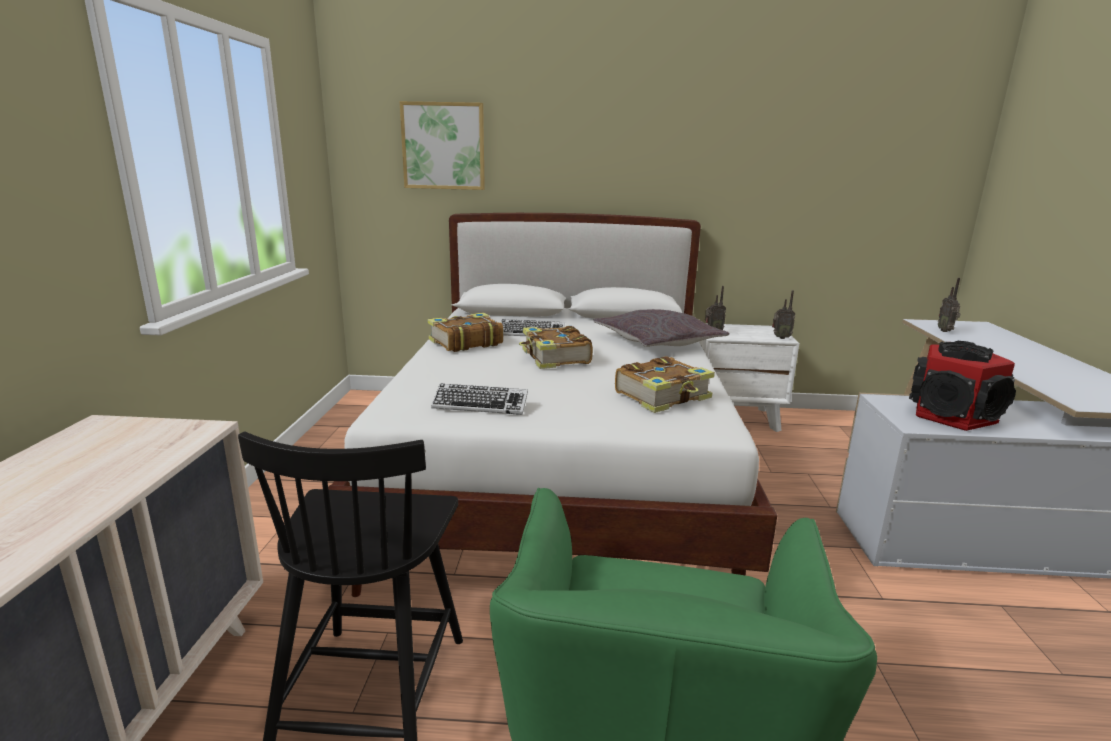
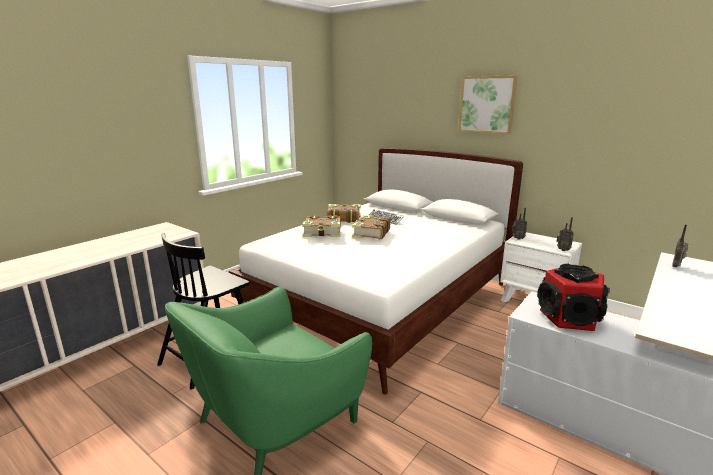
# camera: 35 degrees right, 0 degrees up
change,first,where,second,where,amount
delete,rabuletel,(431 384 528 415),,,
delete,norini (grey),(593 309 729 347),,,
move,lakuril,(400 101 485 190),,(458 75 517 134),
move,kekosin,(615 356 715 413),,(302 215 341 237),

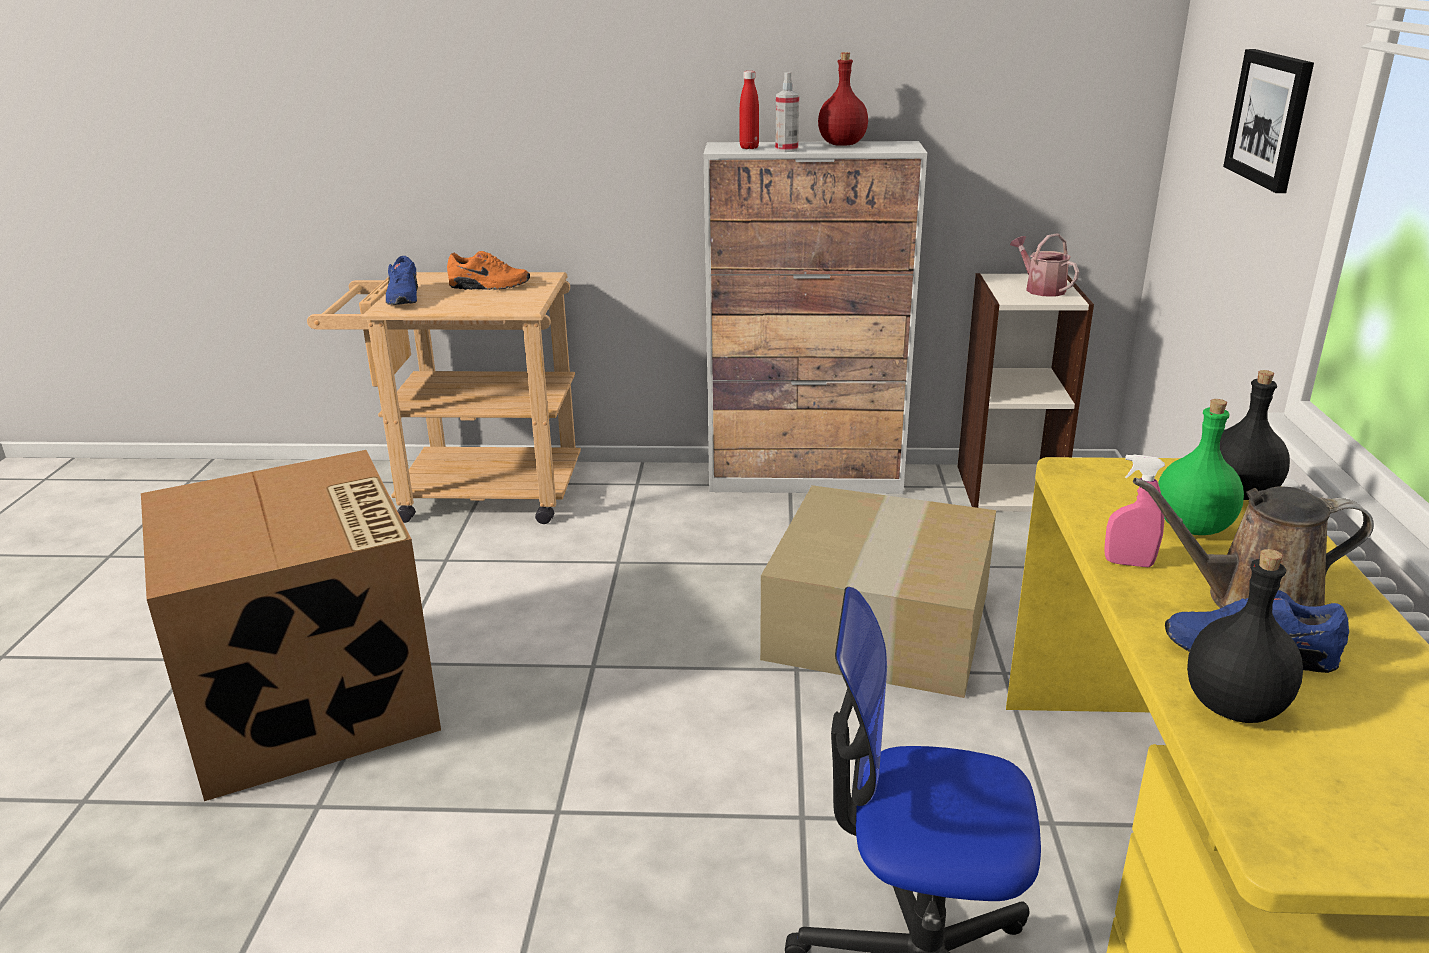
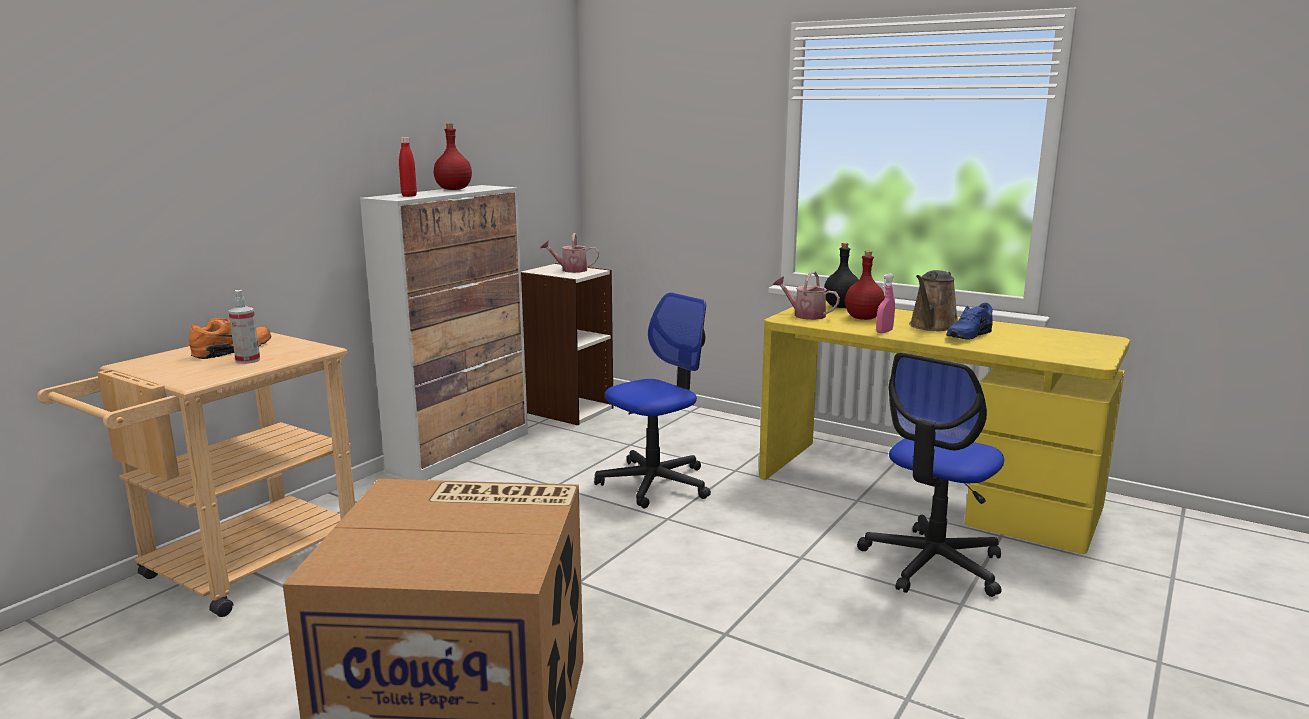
# camera: 60 degrees left, 10 degrees down
change,first,where,second,where,amount
delete,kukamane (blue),(386 256 418 305),,,
delete,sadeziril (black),(1187 549 1303 723),,,
delete,lakuril,(1223 49 1314 193),,,
insert,,,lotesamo,(773 271 840 320),
move,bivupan,(775 72 799 152),,(229 290 260 364),
replace,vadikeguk,(760 485 996 698),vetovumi,(594 292 711 508),
recolor,sadeziril (green),(1158 399 1244 535),sadeziril (red),(845 251 885 320),

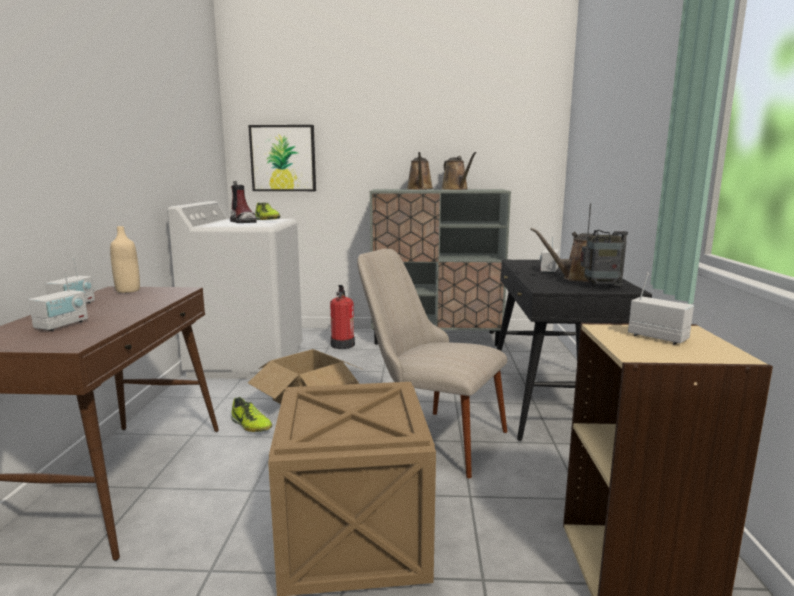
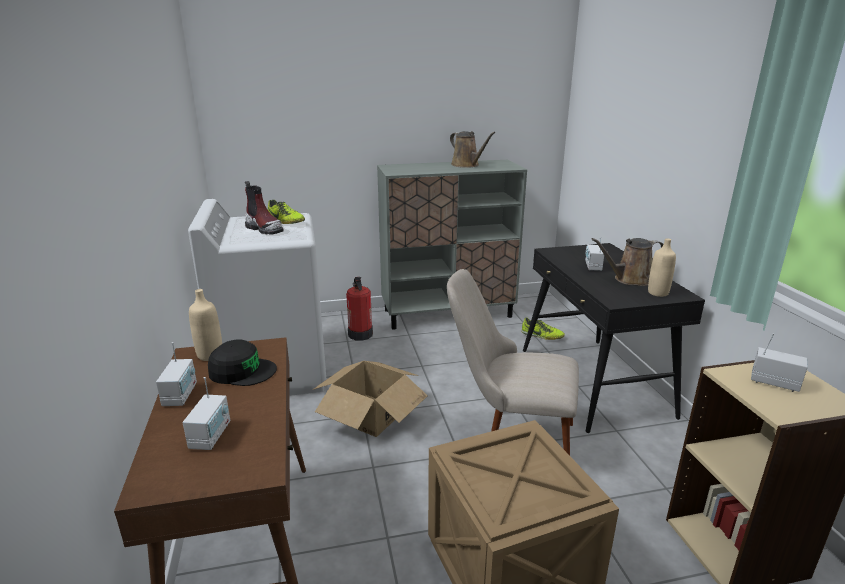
# camera: 15 degrees left, 10 degrees up
change,first,where,second,where,amount
delete,lakuril,(248 125 316 191),,,
delete,lotesamo (brown),(407 152 433 190),,,
insert,,,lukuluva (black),(208 339 277 386),
move,kukamane,(231 397 272 432),,(521 317 565 340),
replace,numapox,(580 203 628 287),sadeziril (beige),(648 238 676 297),

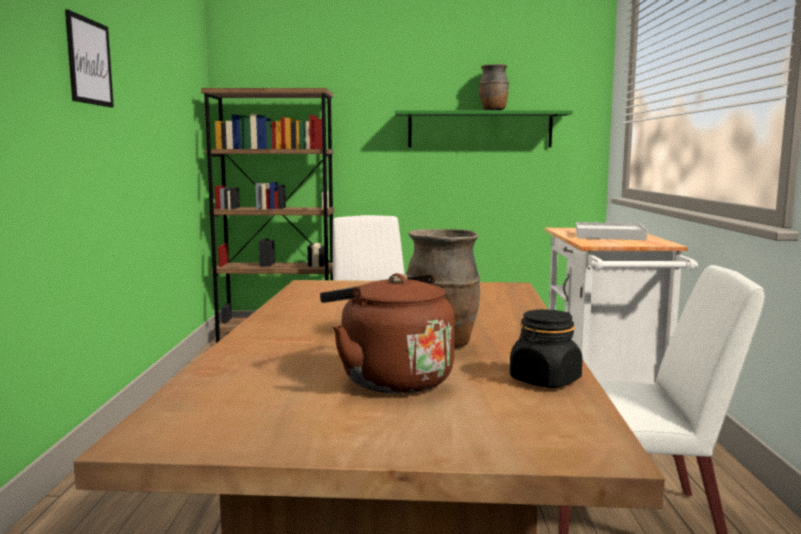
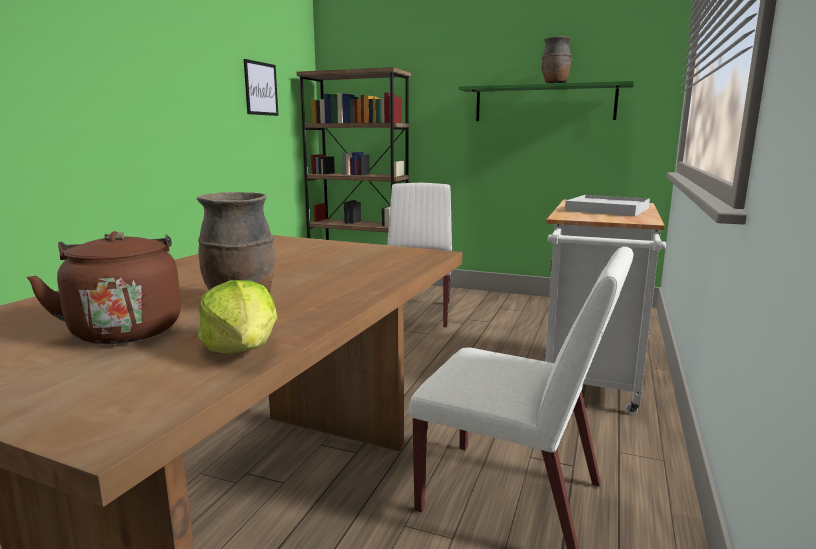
# camera: 20 degrees right, 5 degrees up
change,first,where,second,where,amount
move,lakuril,(65 10 114 107),,(244 59 278 116),
replace,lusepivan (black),(510 309 583 388),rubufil,(198 280 278 354),

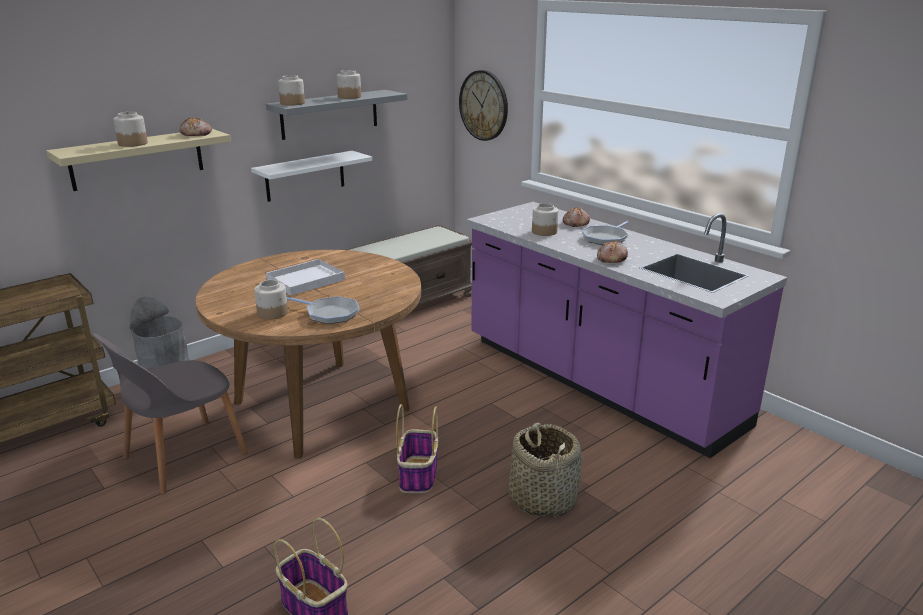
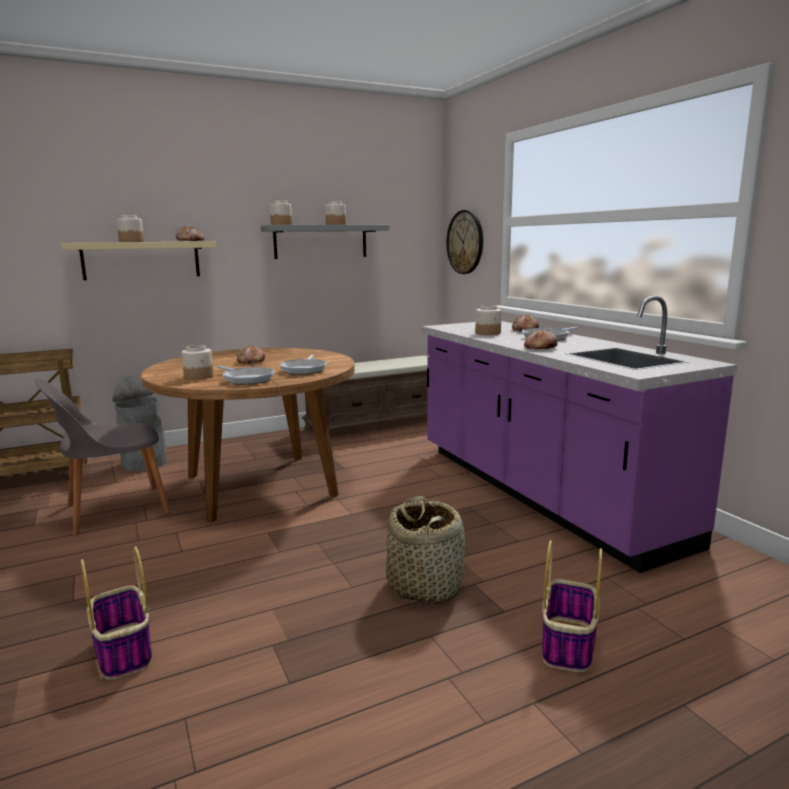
# camera: 15 degrees right, 10 degrees down
change,first,where,second,where,amount
delete,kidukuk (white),(251 151 373 202),,,
insert,,,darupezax,(279 354 327 375),
move,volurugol,(396 404 439 493),,(542 540 602 672),
replace,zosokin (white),(265 259 345 296),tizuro,(237 345 265 364),

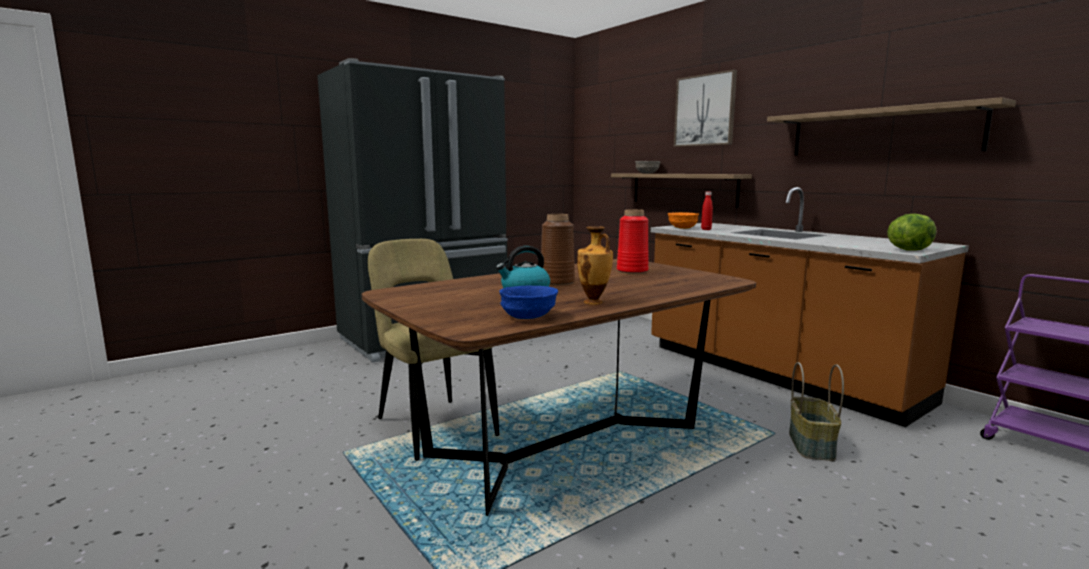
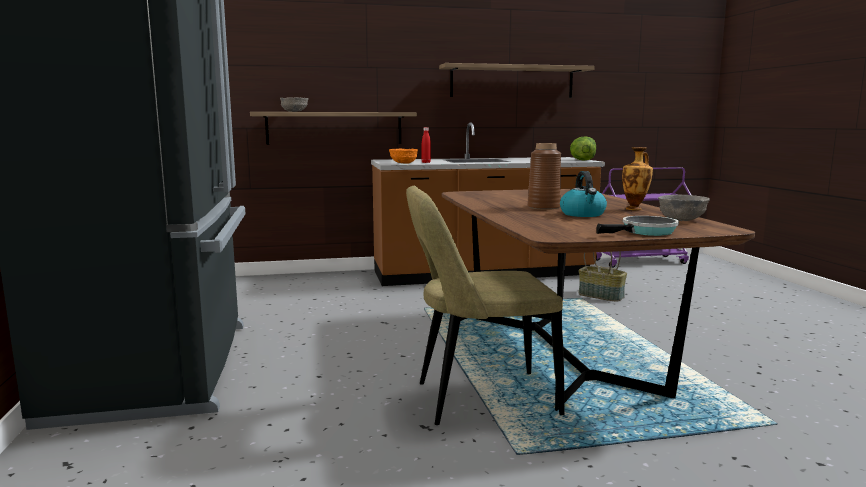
# camera: 65 degrees left, 0 degrees up
change,first,where,second,where,amount
delete,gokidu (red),(617 209 648 273),,,
delete,lakuril,(674 70 737 147),,,
insert,,,darupezax,(597 216 679 236),
recolor,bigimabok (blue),(499 286 558 319),bigimabok (grey),(658 195 710 221),

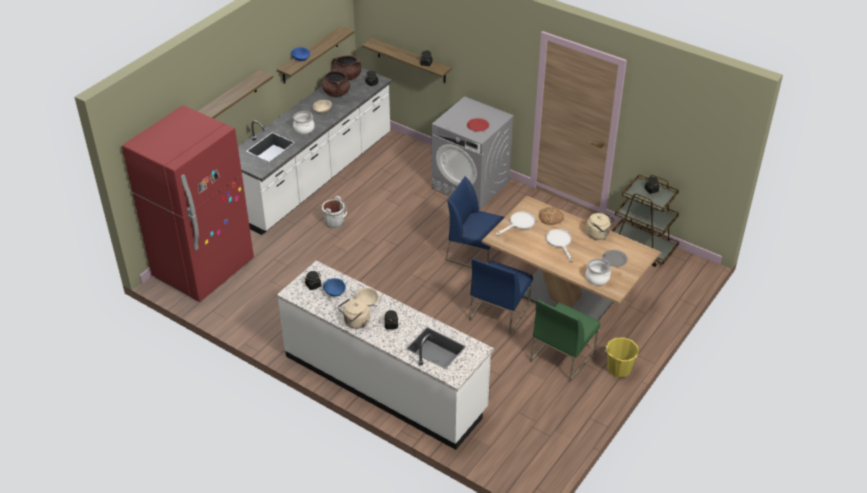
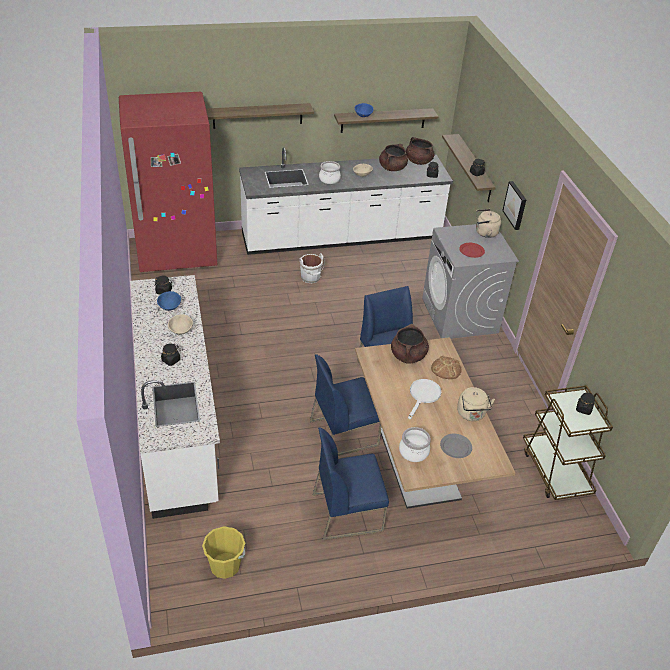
# camera: 40 degrees right, 0 degrees up
change,first,where,second,where,amount
insert,,,lakuril,(502 181 526 230),
move,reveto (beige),(338 298 370 329),,(476 209 501 238),
move,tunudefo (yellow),(605 337 639 378),,(202 526 245 579),
replace,darupezax (white),(496 211 535 235),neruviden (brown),(391 324 429 363),
recolor,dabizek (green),(530 300 600 382),dabizek (blue),(313 427 389 540),

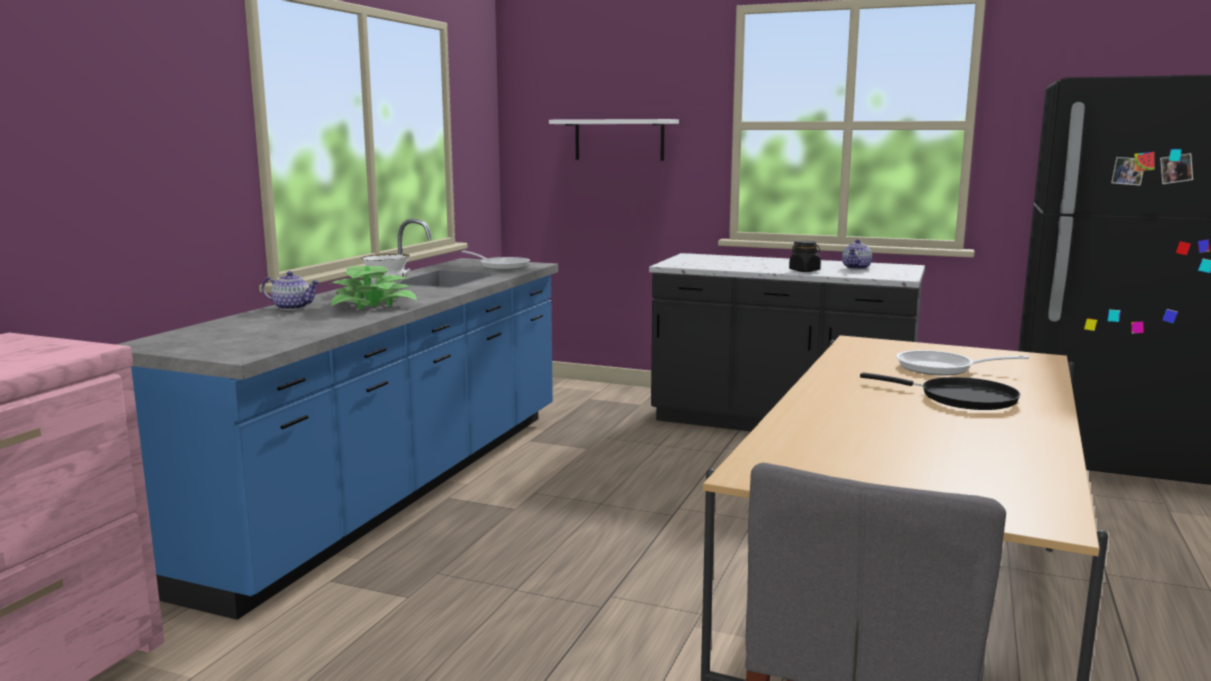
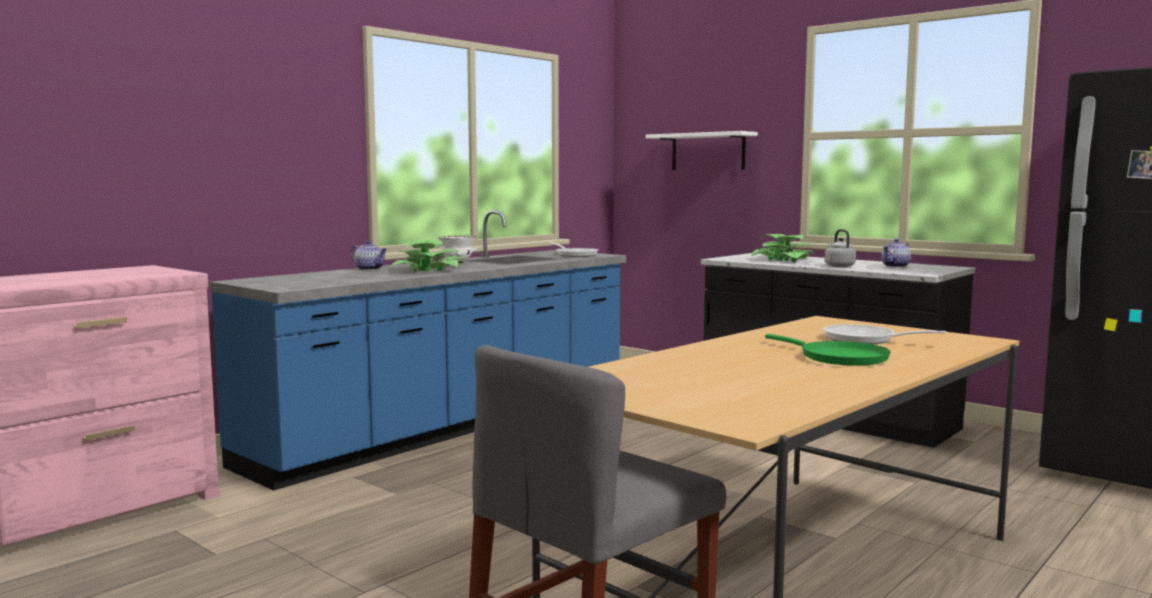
# camera: 20 degrees right, 5 degrees down
change,first,where,second,where,amount
insert,,,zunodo,(751 234 814 262),
replace,lusepivan (black),(789 241 821 272),reveto (grey),(824 229 856 267),
recolor,darupezax (black),(860 373 1020 410),darupezax (green),(765 334 891 366),

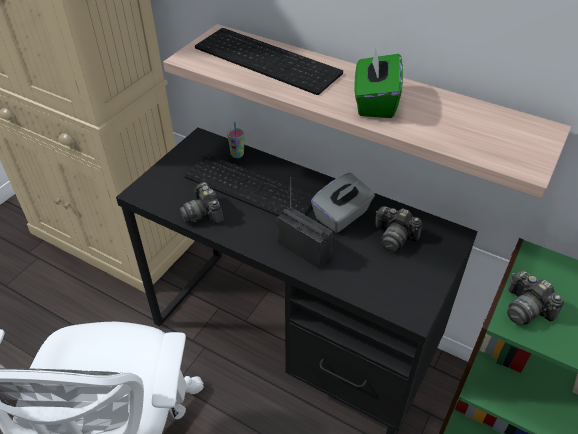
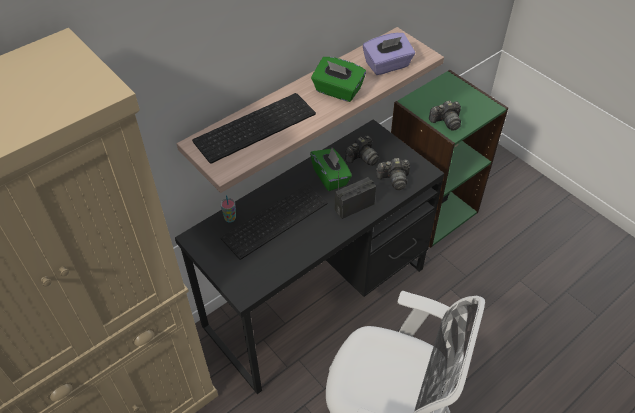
# camera: 70 degrees left, 5 degrees up
change,first,where,second,where,amount
insert,,,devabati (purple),(363 33 415 75),
move,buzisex,(179 182 224 224),,(376 158 410 190),
recolor,devabati (grey),(311 173 375 233),devabati (green),(310 148 352 191),

